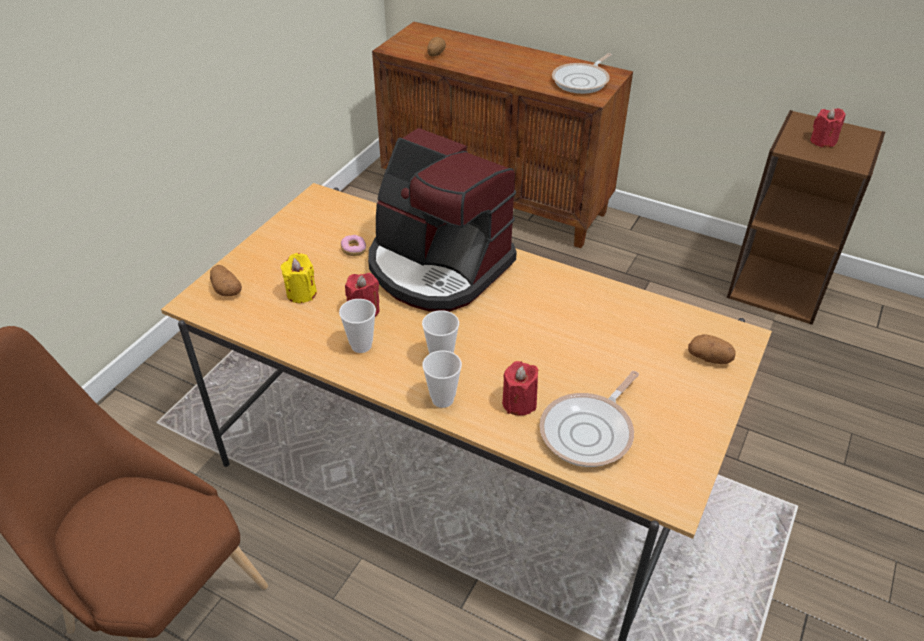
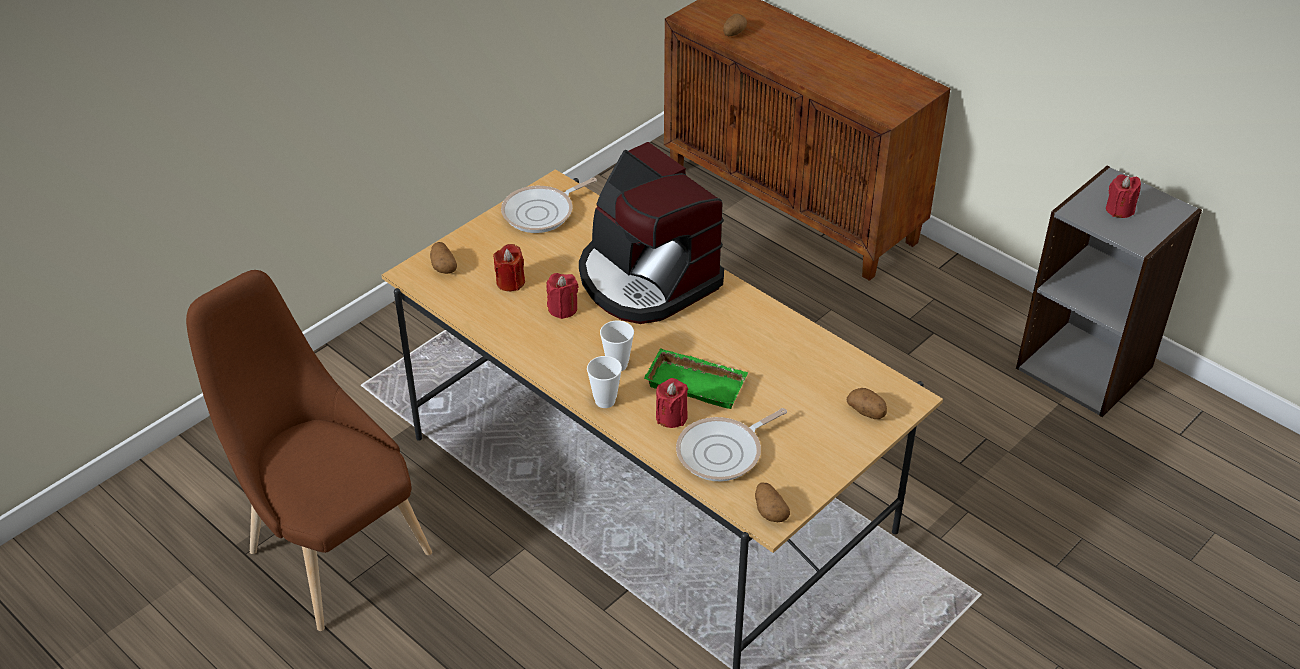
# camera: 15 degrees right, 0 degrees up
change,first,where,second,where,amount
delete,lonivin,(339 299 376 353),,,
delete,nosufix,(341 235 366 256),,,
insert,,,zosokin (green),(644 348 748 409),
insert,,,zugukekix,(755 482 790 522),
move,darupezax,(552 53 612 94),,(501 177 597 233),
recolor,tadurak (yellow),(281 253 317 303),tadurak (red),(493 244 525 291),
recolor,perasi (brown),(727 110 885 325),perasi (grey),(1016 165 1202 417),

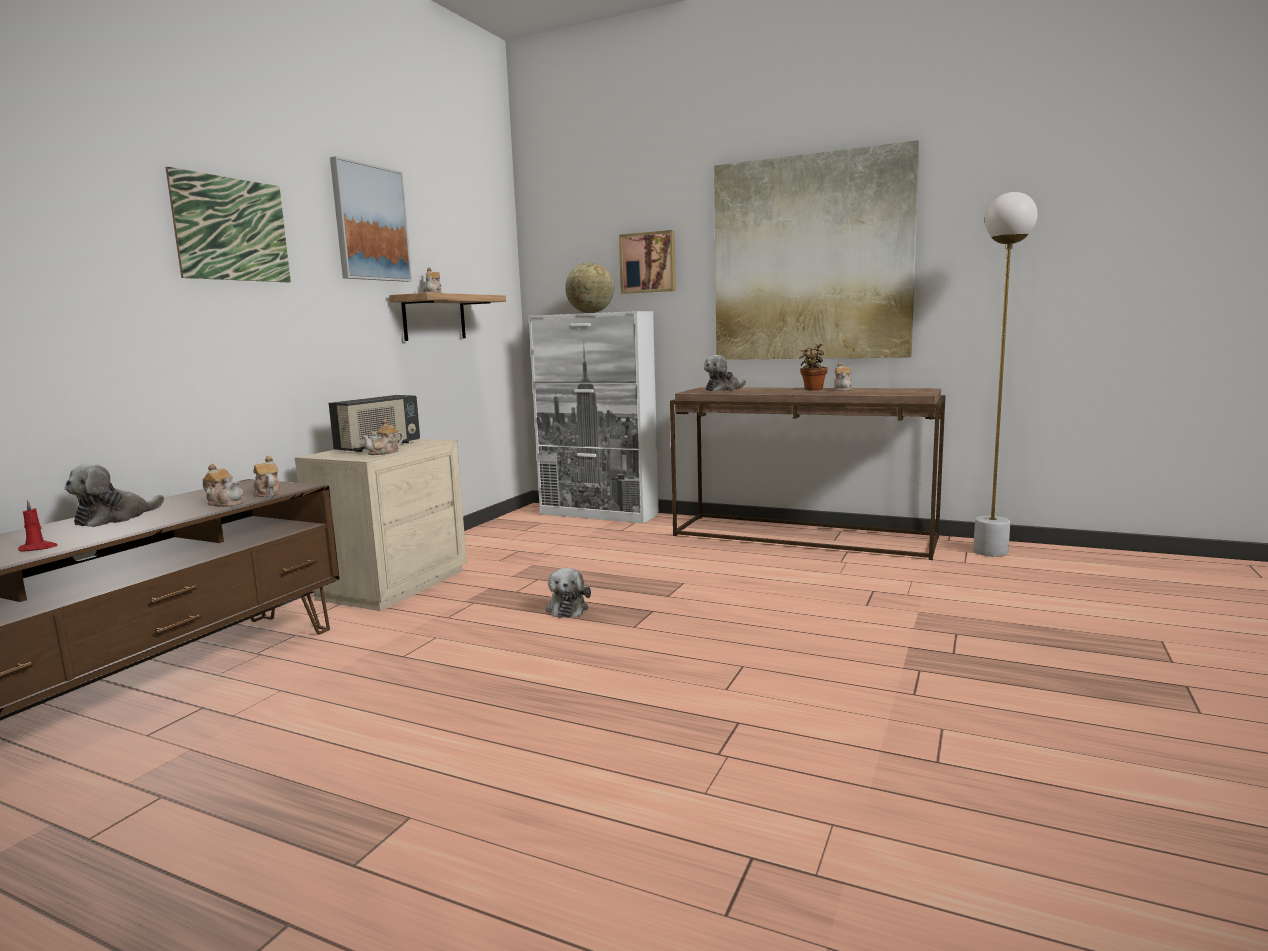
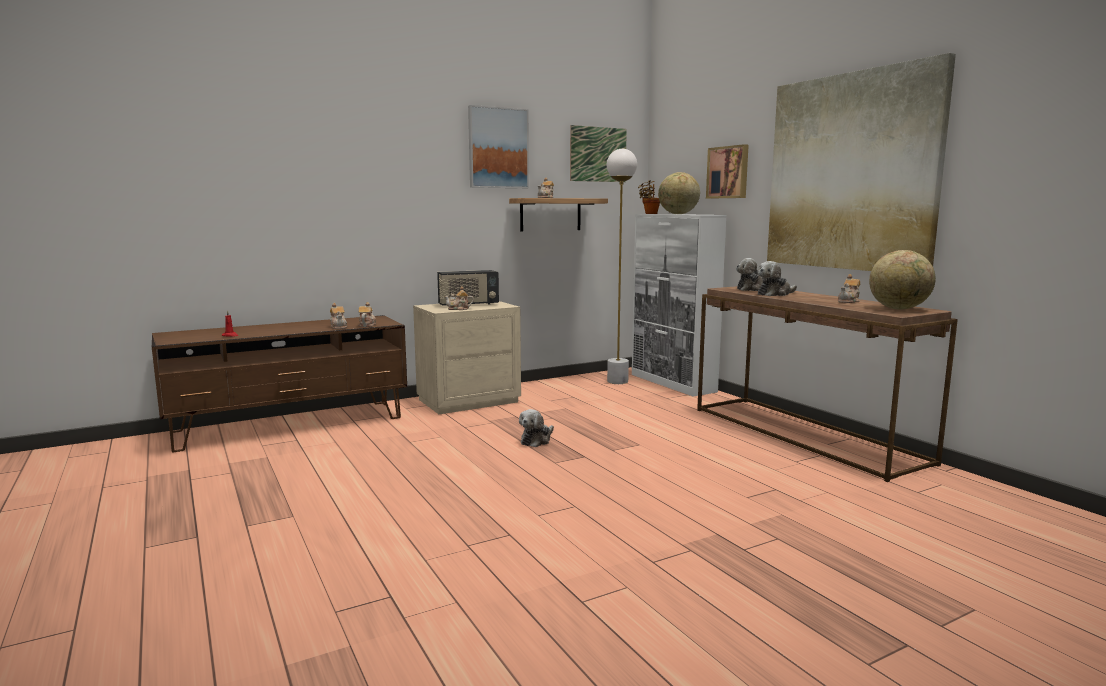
# camera: 35 degrees right, 0 degrees up
change,first,where,second,where,amount
insert,,,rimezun,(869 250 936 310),
move,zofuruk,(65 463 164 527),,(757 261 797 296),
move,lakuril,(165 167 291 282),,(570 125 627 182),
move,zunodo,(799 344 828 390),,(638 180 660 214),
move,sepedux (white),(973 192 1038 557),,(607 149 637 384),

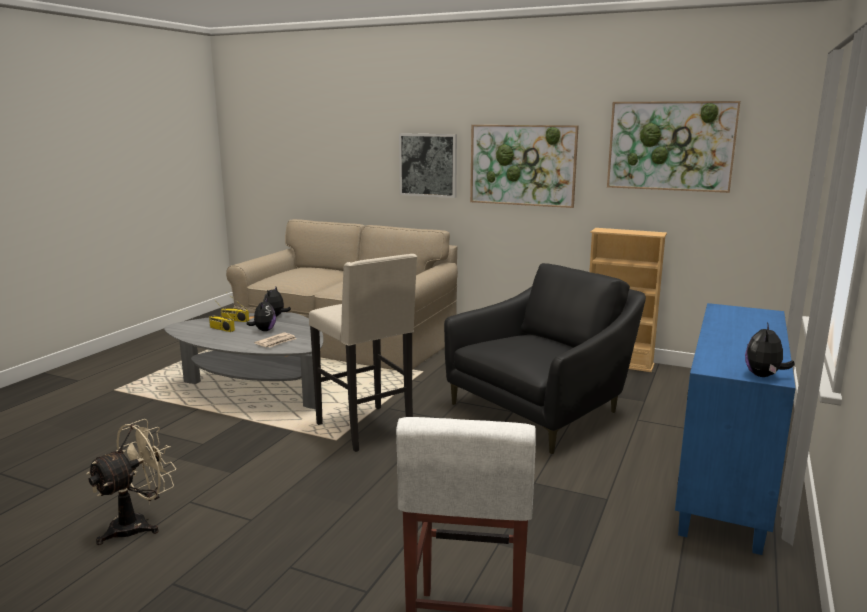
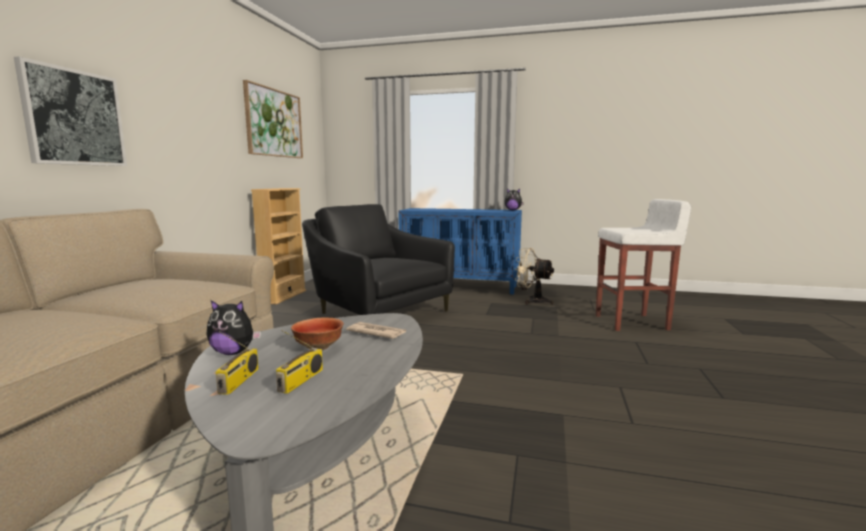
# camera: 100 degrees left, 5 degrees down
change,first,where,second,where,amount
delete,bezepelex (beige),(309 254 417 452),,,
delete,lakuril,(470 125 579 208),,,
move,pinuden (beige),(86 419 177 545),,(515 248 554 304),
replace,zofuruk,(246 297 276 331),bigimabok,(291 318 343 350),

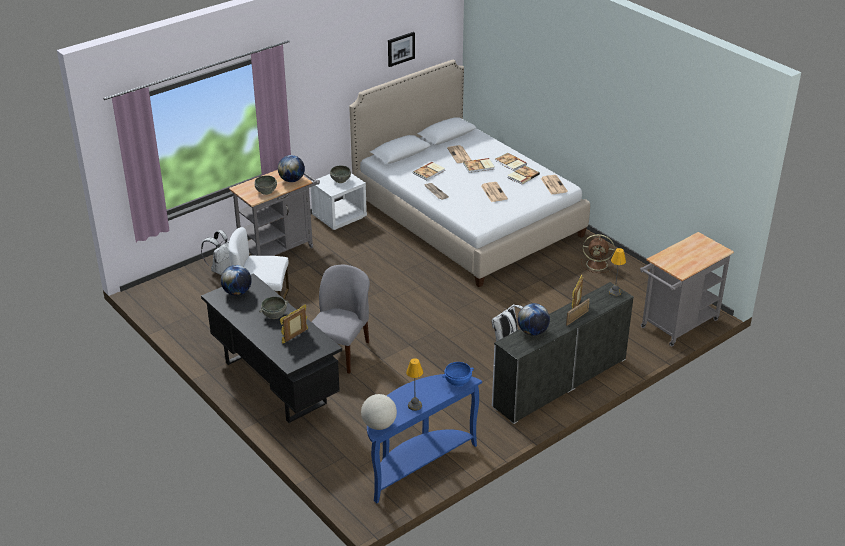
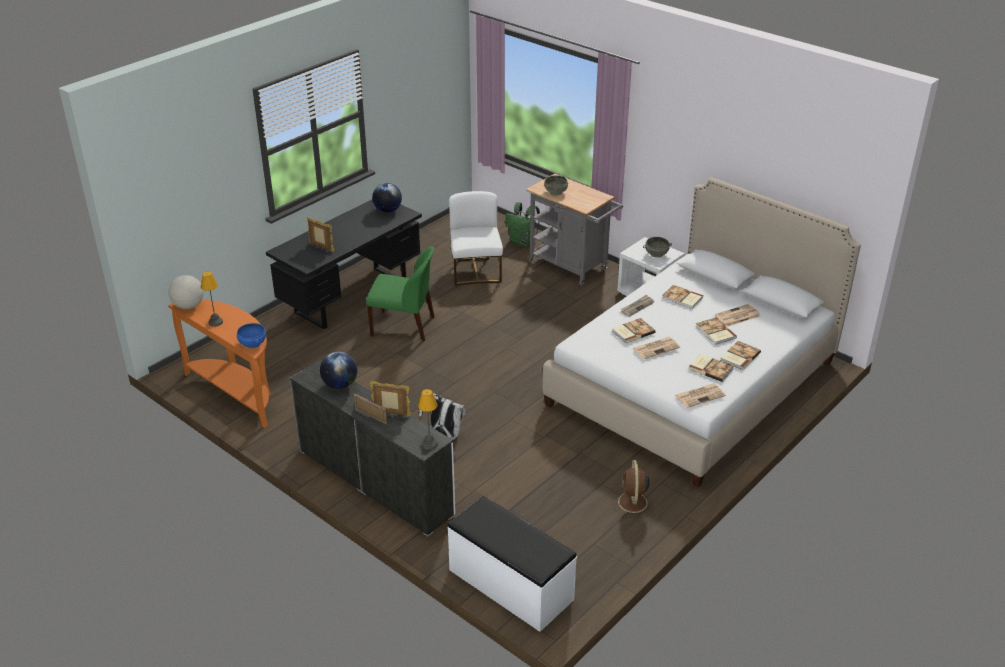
# camera: 80 degrees right, 0 degrees up
change,first,where,second,where,amount
delete,bigimabok (grey),(259 296 288 319),,,
delete,rimezun,(278 155 305 182),,,
delete,lakuril,(388 32 415 67),,,
insert,,,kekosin,(612 318 656 343),
replace,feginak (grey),(640 232 734 347),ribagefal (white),(448 496 577 632),
recolor,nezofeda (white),(201 230 230 275),nezofeda (green),(505 202 540 246),
recolor,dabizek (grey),(312 265 370 374),dabizek (green),(366 246 435 341),
recolor,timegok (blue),(367 374 482 503),timegok (orange),(168 300 271 428),

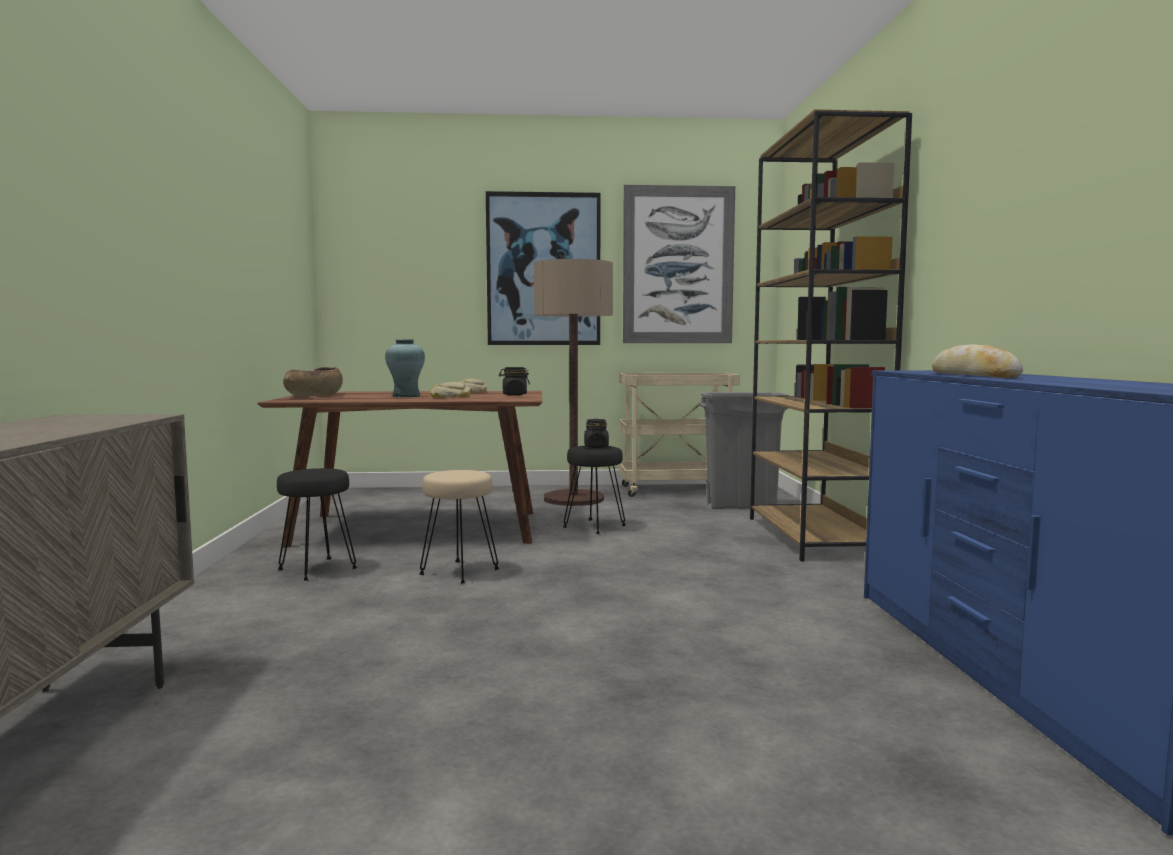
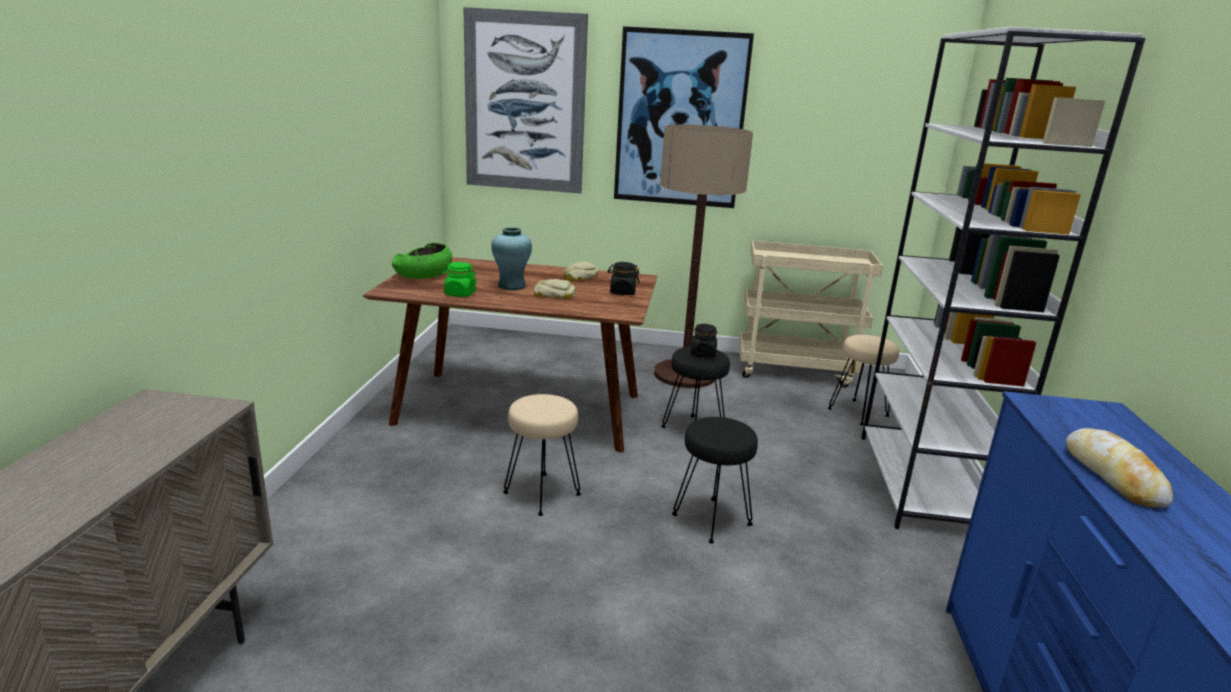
# camera: 10 degrees right, 15 degrees up
change,first,where,second,where,amount
insert,,,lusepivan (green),(442 262 477 297),
move,bezepelex (black),(277 468 358 581),,(672 417 758 544),
move,lakuril,(623 185 735 343),,(463 7 588 193),
replace,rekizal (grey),(699 392 789 509),bezepelex (beige),(828 335 899 425),
recolor,bigimabok (brown),(283 367 343 396),bigimabok (green),(392 242 452 279),
recolor,perasi (brown),(750 109 912 562),perasi (white),(861 27 1146 529),

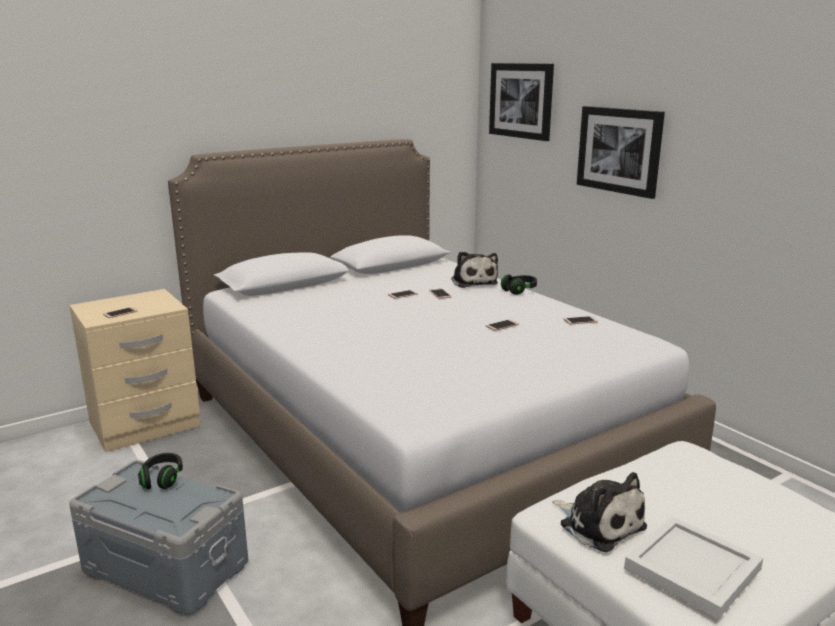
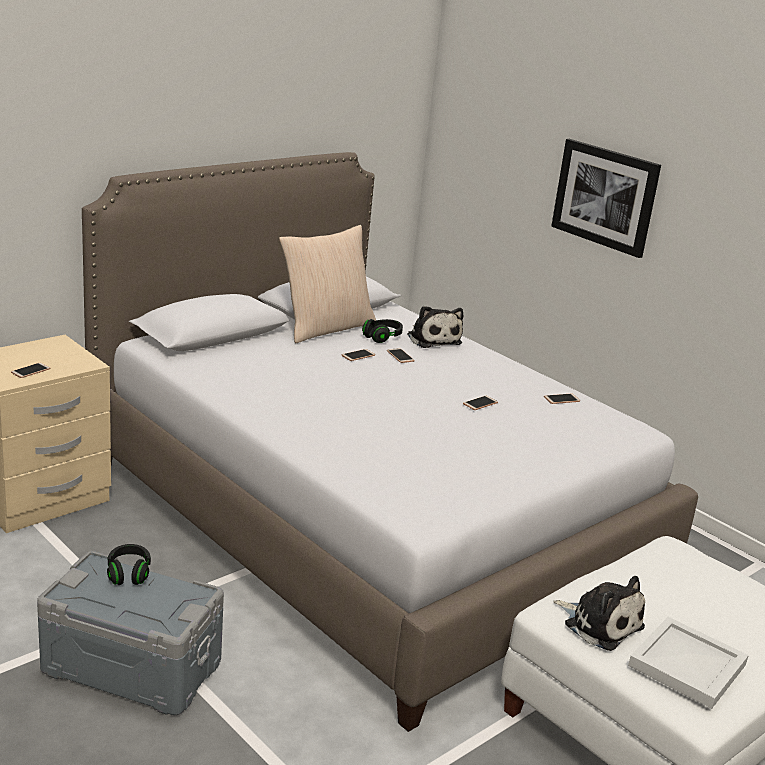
# camera: 10 degrees left, 5 degrees up
change,first,where,second,where,amount
delete,lakuril,(489 63 554 141),,,
insert,,,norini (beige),(279 225 376 343),
move,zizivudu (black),(501 274 537 295),,(362 319 403 343),

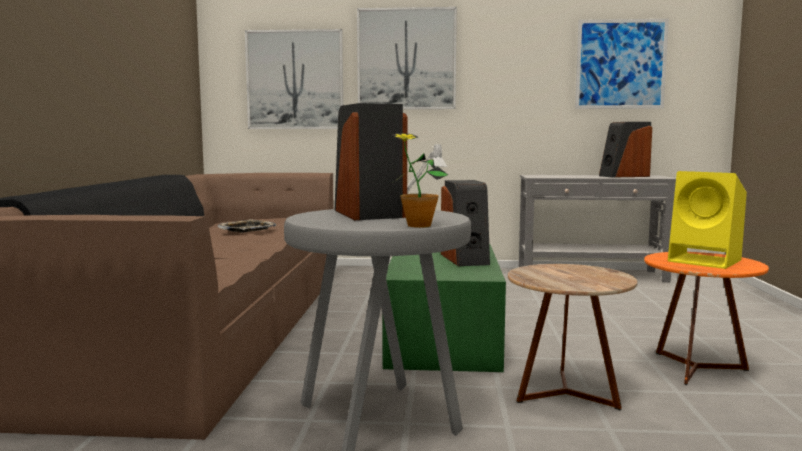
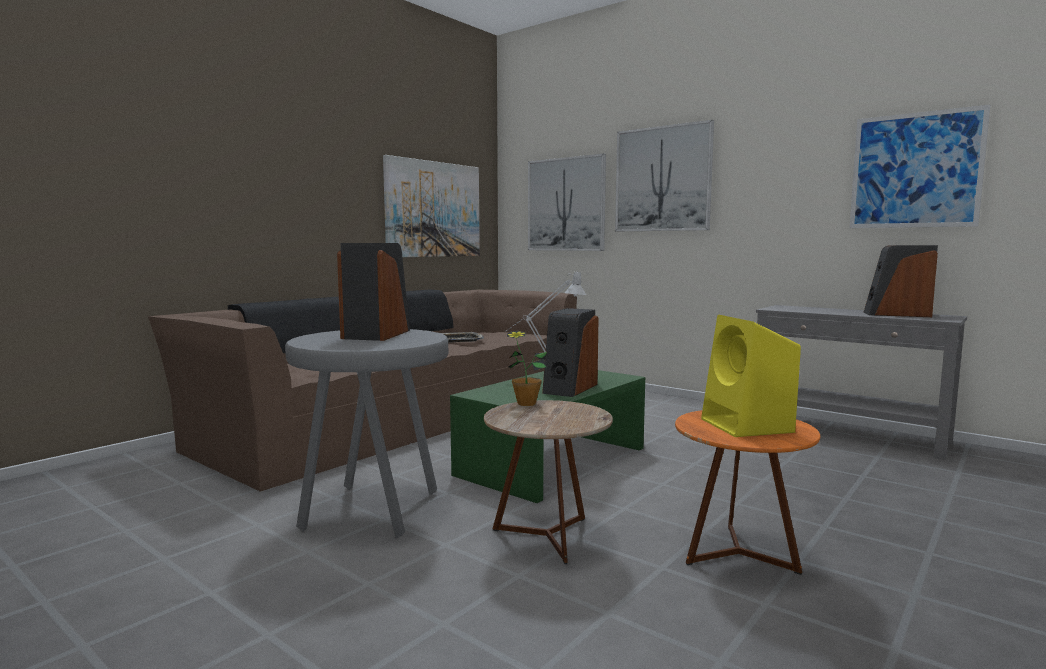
# camera: 35 degrees right, 0 degrees up
change,first,where,second,where,amount
insert,,,lakuril,(383 155 480 257),
move,zunodo,(392 133 448 228),,(507 331 547 406),

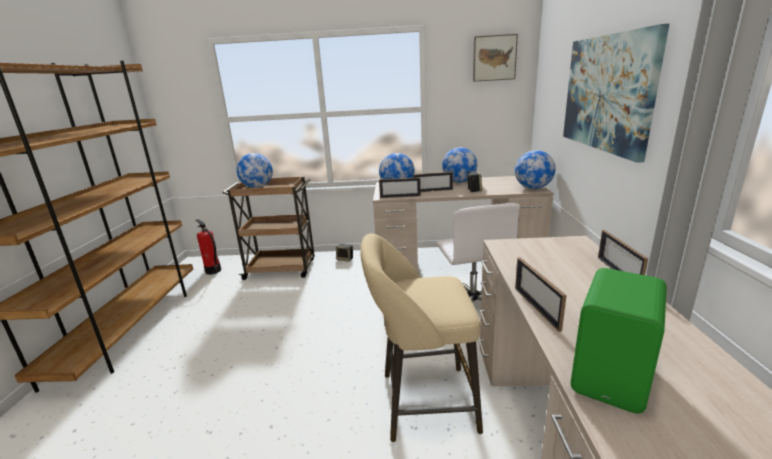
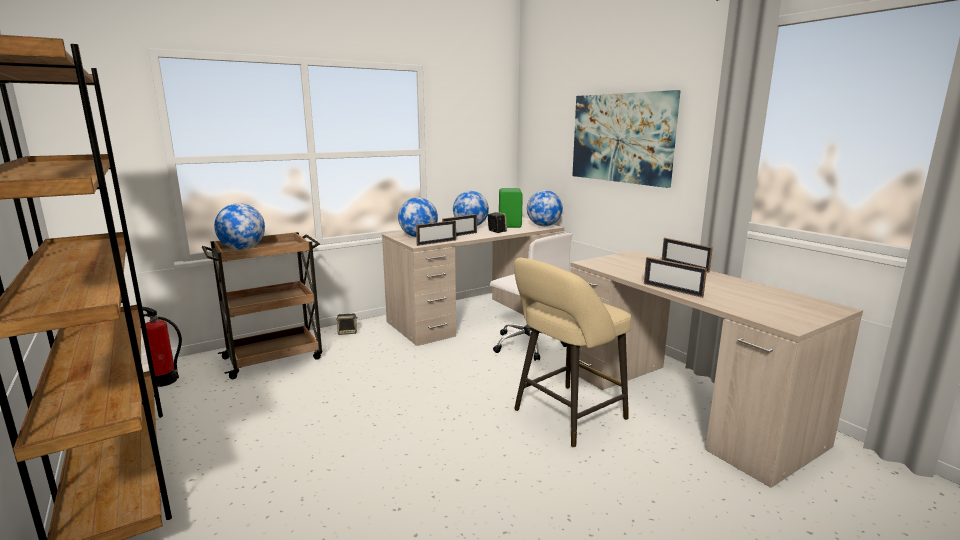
# camera: 35 degrees left, 5 degrees down
change,first,where,second,where,amount
delete,lakuril,(473 34 518 82),,,
move,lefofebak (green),(571 268 667 414),,(499 188 523 228),

